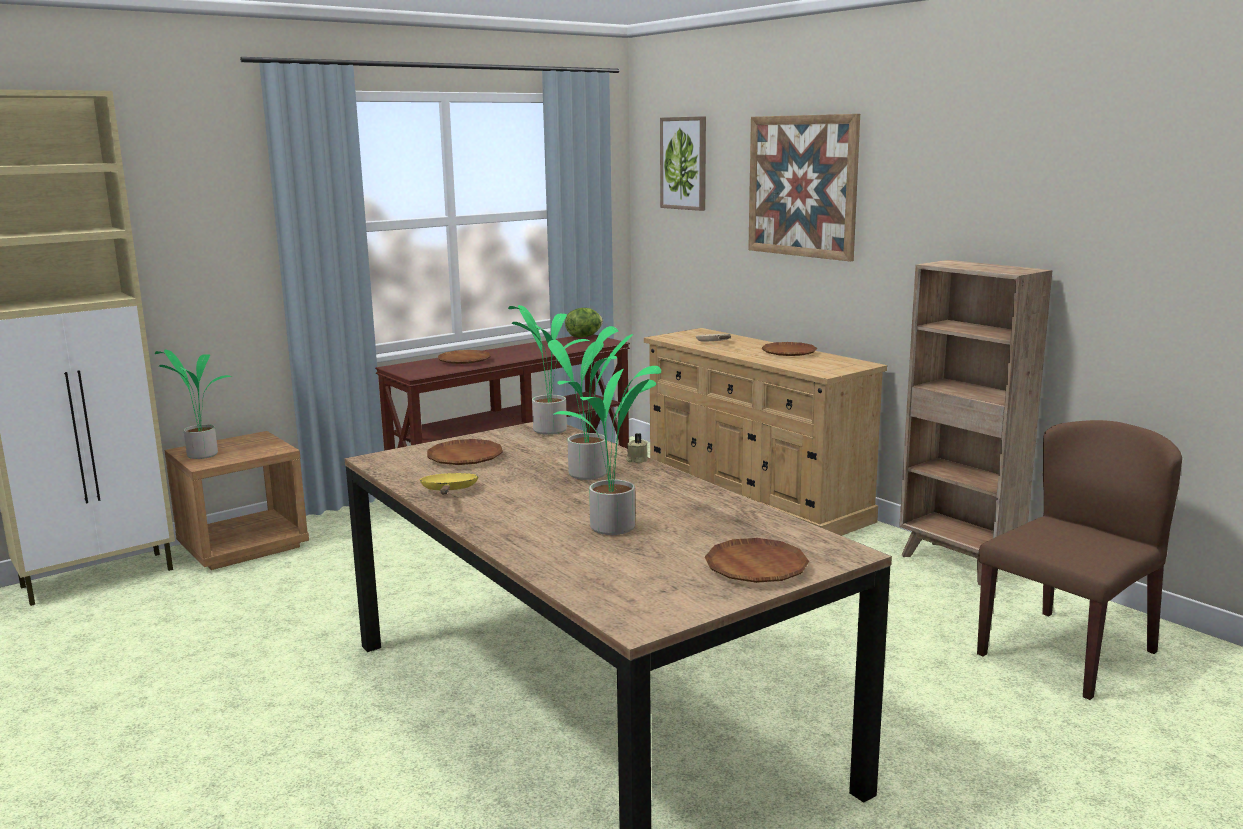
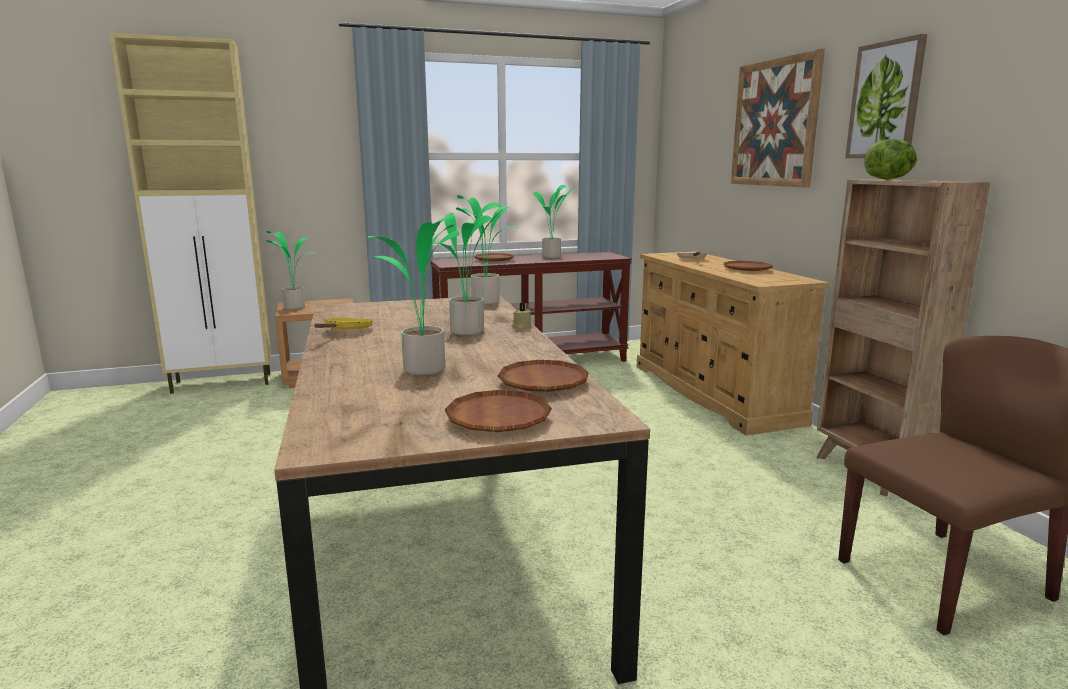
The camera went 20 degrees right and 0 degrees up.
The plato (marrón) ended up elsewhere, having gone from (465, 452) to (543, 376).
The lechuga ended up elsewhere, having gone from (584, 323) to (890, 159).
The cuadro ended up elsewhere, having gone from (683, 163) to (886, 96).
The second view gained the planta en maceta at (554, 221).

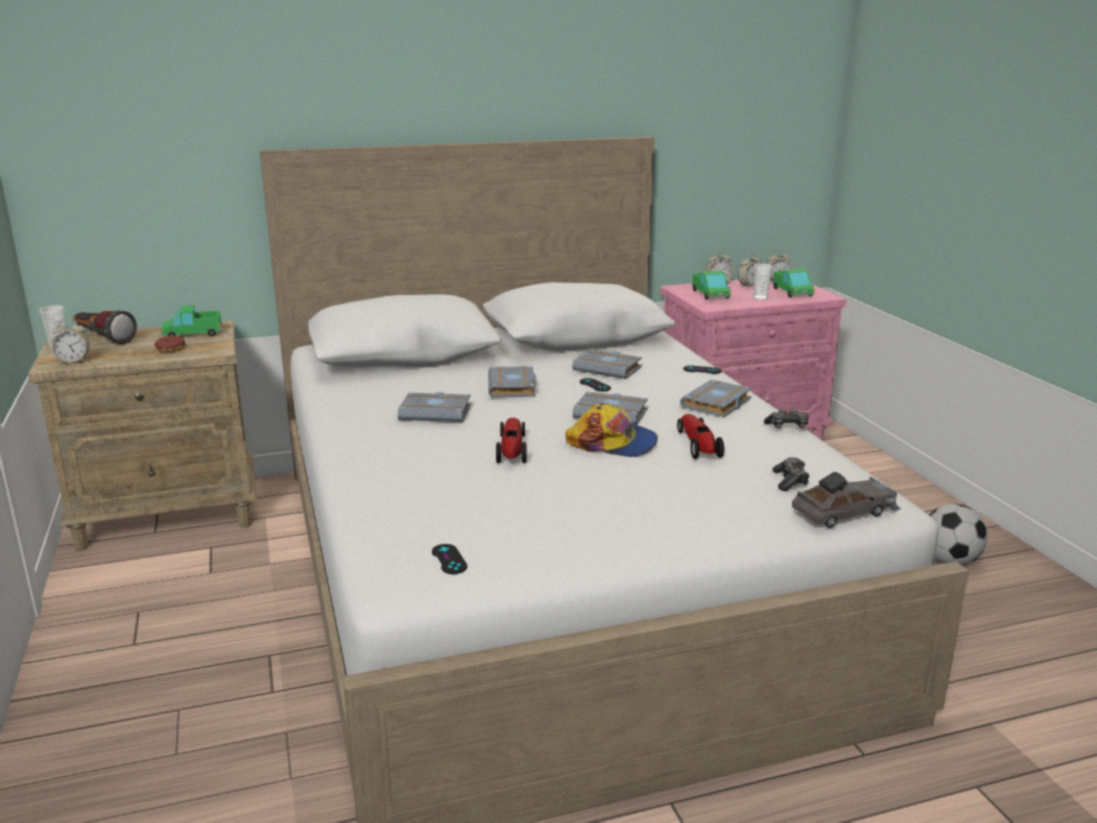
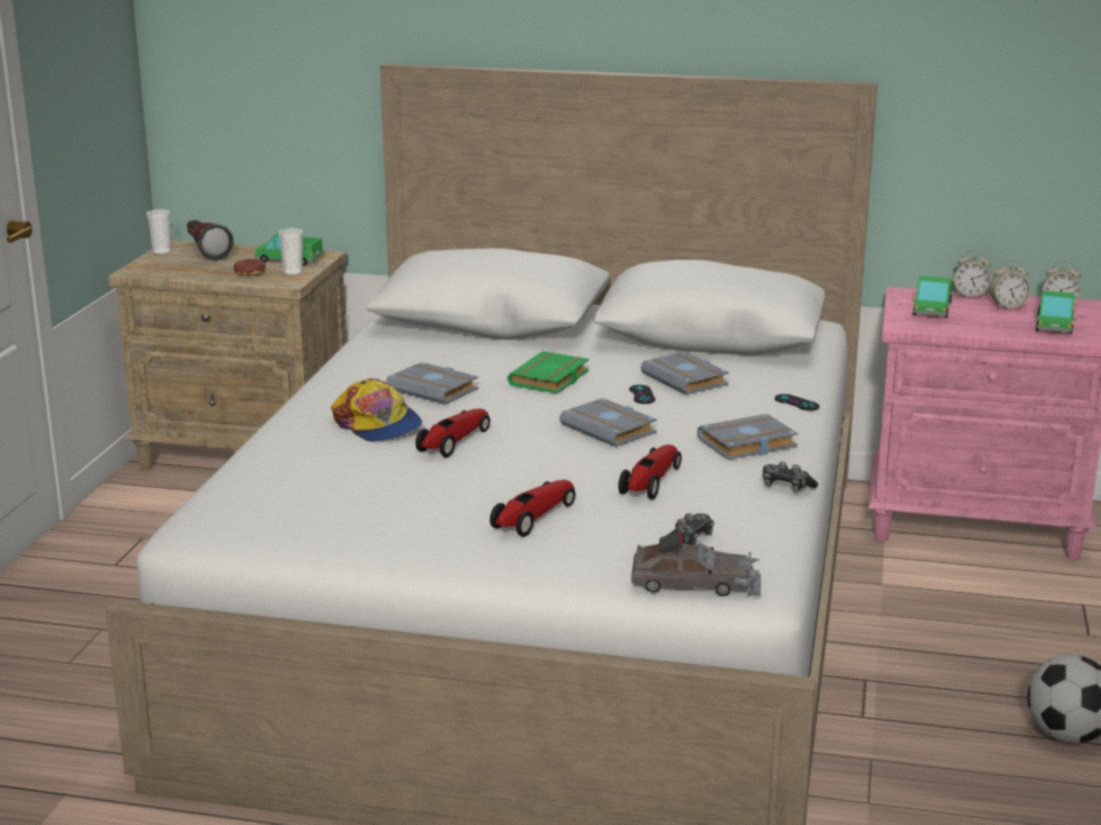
The camera went 30 degrees right and 0 degrees up.
The second view lost the despertador at (70, 341).
The second view lost the mando de consola (negro) at (449, 559).
What was the libro (gris) at (512, 382) turned into the libro (verde) at (548, 372).
The gorra ended up elsewhere, having gone from (611, 430) to (376, 410).
The taza ended up elsewhere, having gone from (763, 282) to (290, 251).
The second view gained the coche de juguete at (532, 508).

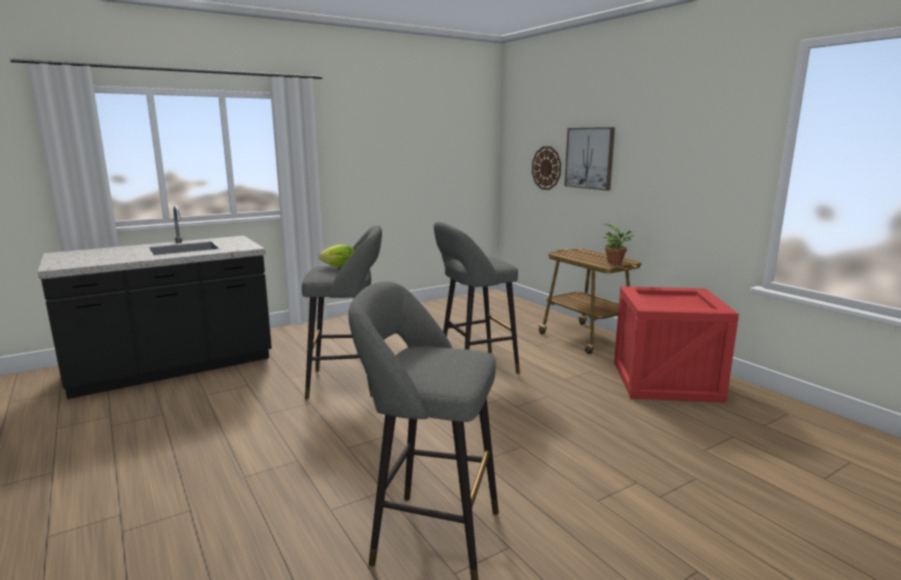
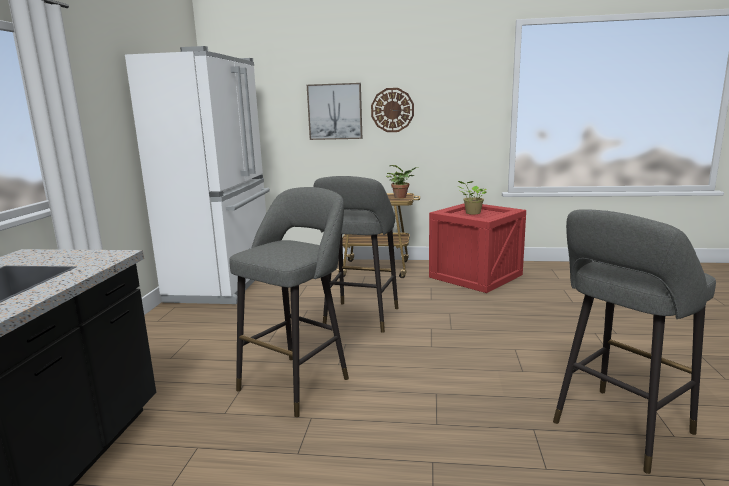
The camera went 50 degrees left and 0 degrees up.
The second view lost the lechuga at (337, 255).
The reloj de pared ended up elsewhere, having gone from (546, 168) to (392, 110).
The second view gained the nevera (blanco) at (197, 175).
The second view gained the planta en maceta at (472, 198).

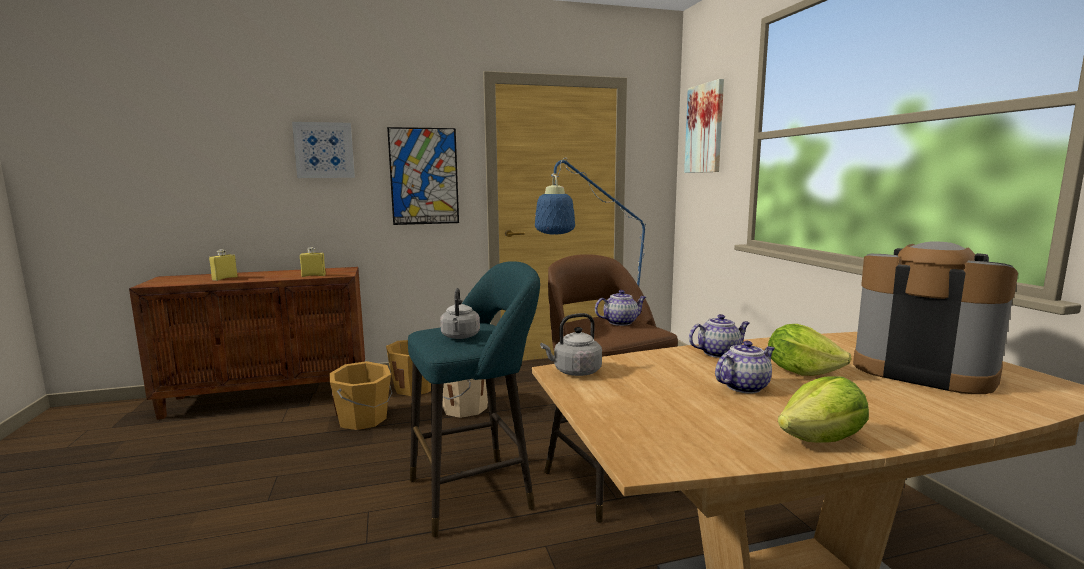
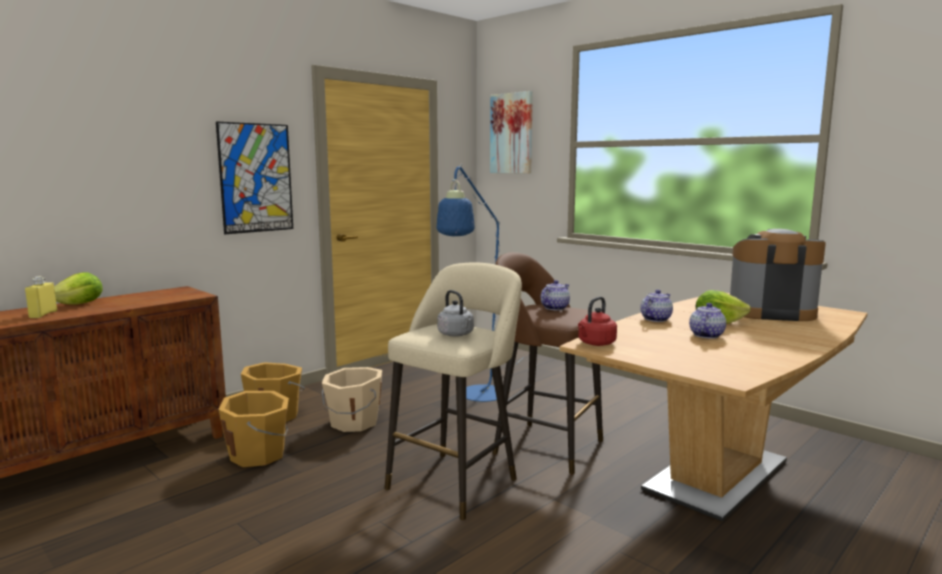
The camera went 30 degrees left and 0 degrees up.
The second view lost the cuadro at (323, 150).
The second view lost the botella (amarillo) at (313, 262).
What was the taburete (turquesa) at (474, 399) turned into the taburete (beis) at (453, 391).
What was the hervidor (gris) at (571, 344) turned into the hervidor (rojo) at (597, 321).
The lechuga ended up elsewhere, having gone from (823, 409) to (78, 288).

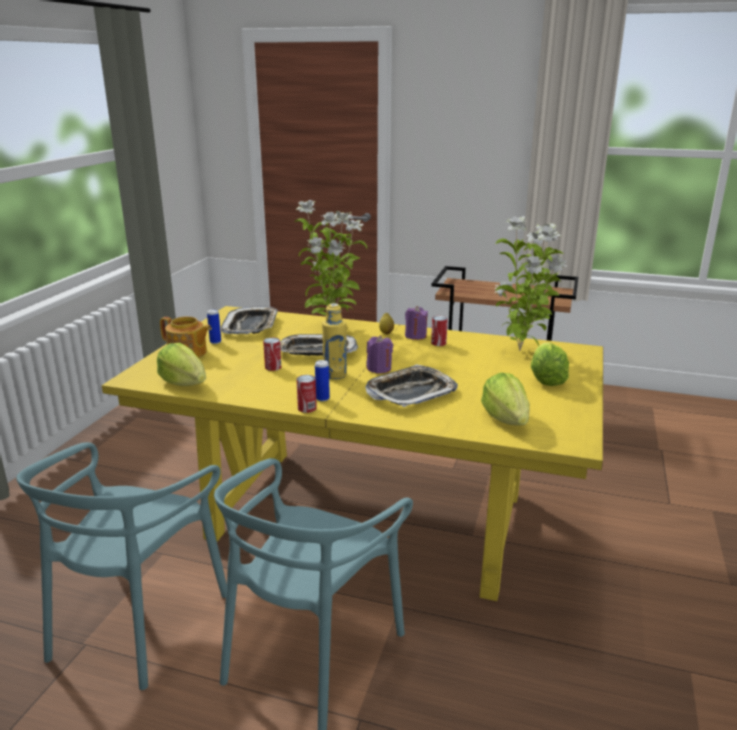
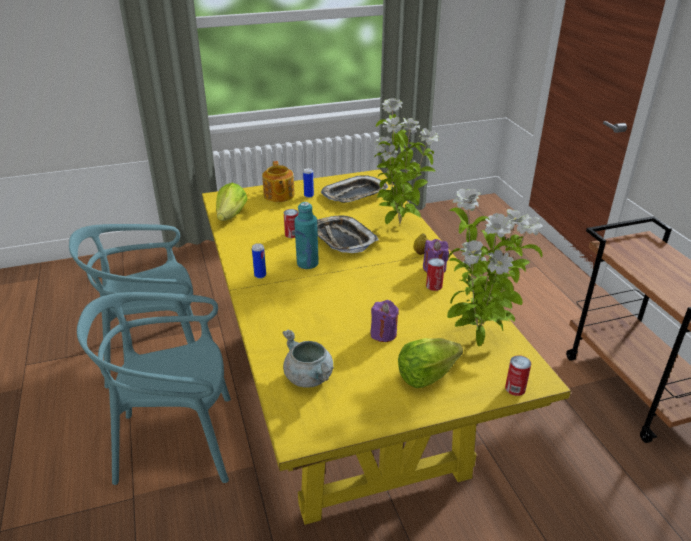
The camera went 55 degrees right and 10 degrees up.
The lata ended up elsewhere, having gone from (307, 394) to (518, 375).
What was the botella (amarillo) at (334, 341) turned into the botella (turquesa) at (306, 235).
The second view lost the bandeja at (411, 385).
The vela (morado) ended up elsewhere, having gone from (379, 354) to (384, 321).
Where the lechuga stood at (505, 399), the olla (gris) came to stand at (308, 359).

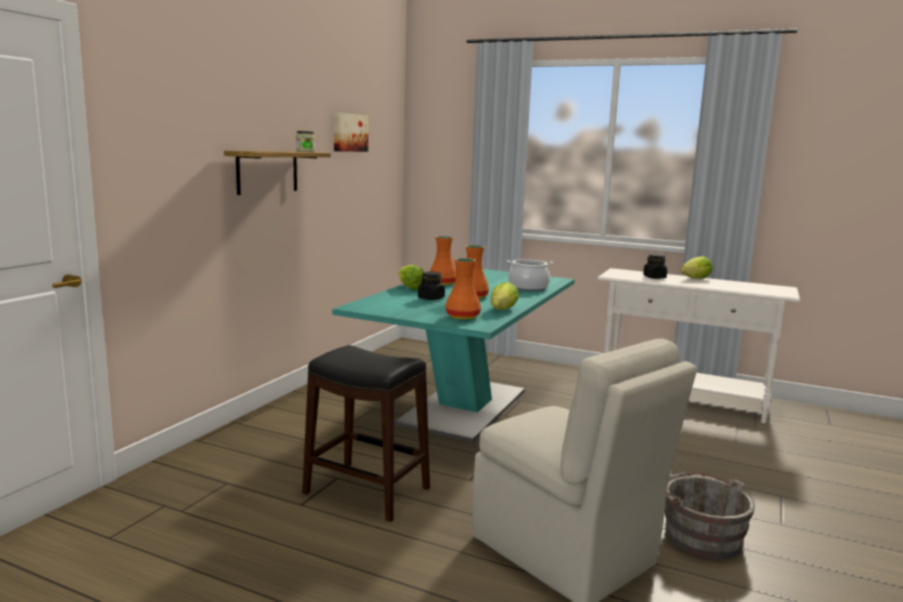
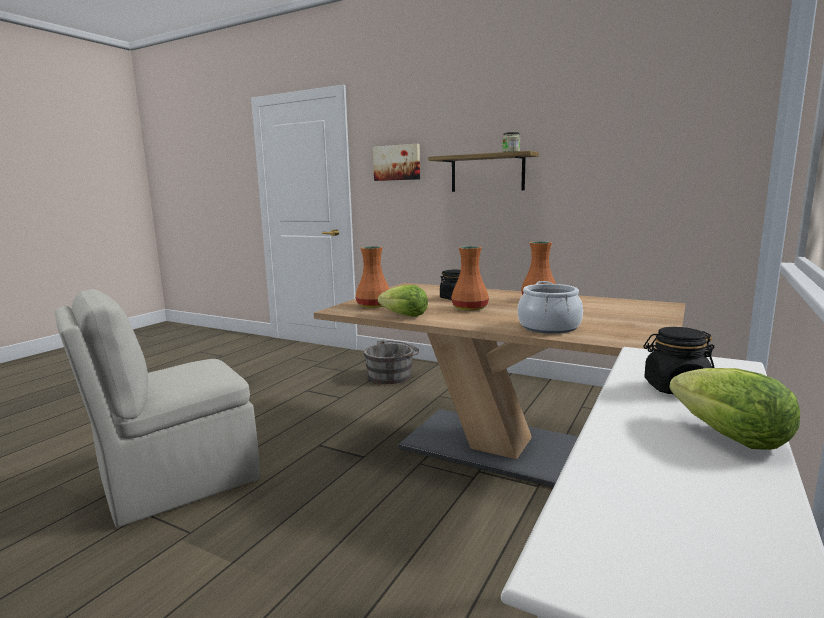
The camera went 95 degrees right and 0 degrees up.
The second view lost the taburete (negro) at (366, 433).
What was the mesa de comedor (turquesa) at (453, 354) turned into the mesa de comedor (marrón) at (499, 385).
The cuadro ended up elsewhere, having gone from (351, 132) to (396, 162).
The second view lost the lechuga at (411, 277).
The cubo (gris) ended up elsewhere, having gone from (710, 515) to (391, 362).

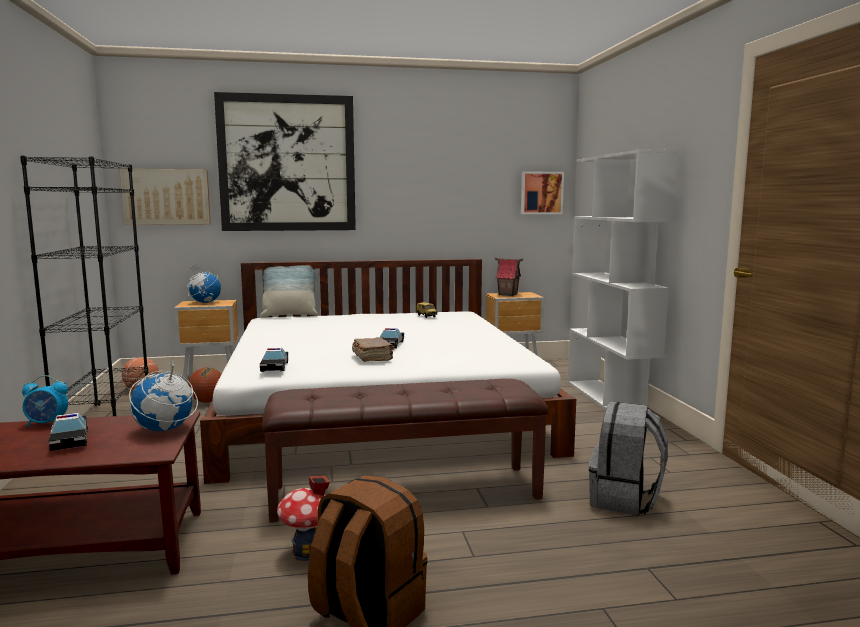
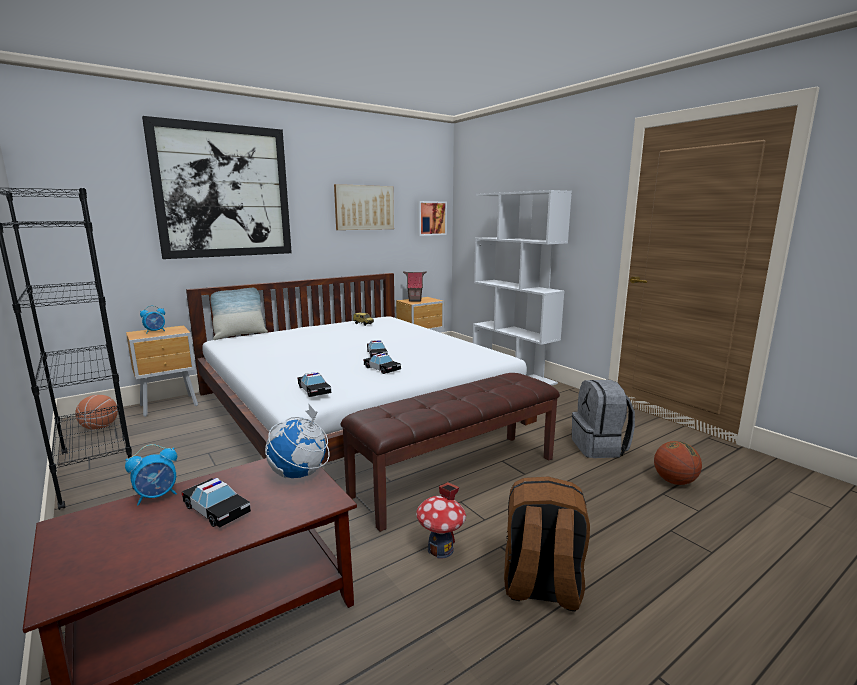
The camera went 25 degrees left and 5 degrees up.
The cuadro ended up elsewhere, having gone from (165, 197) to (364, 207).
Where the globo terráqueo stood at (204, 283), the despertador came to stand at (152, 319).
The balón de baloncesto ended up elsewhere, having gone from (204, 385) to (678, 463).
Where the libro (marrón) stood at (373, 349), the coche de juguete came to stand at (382, 363).

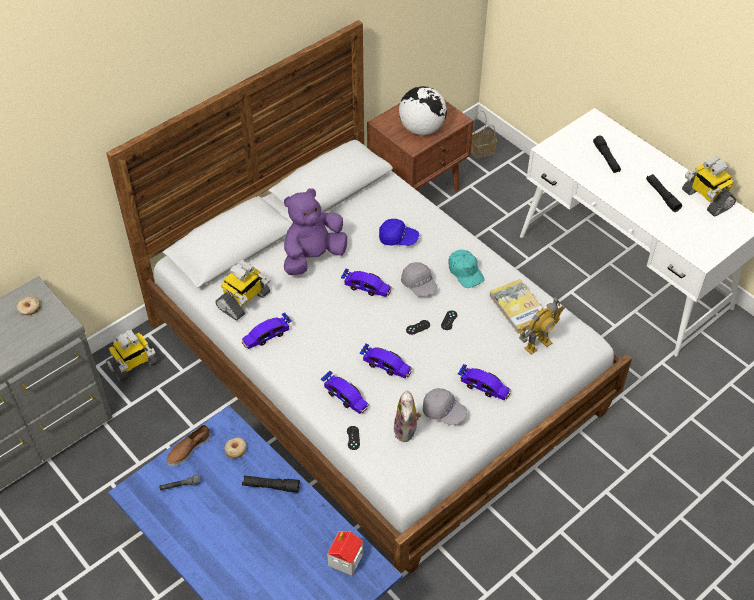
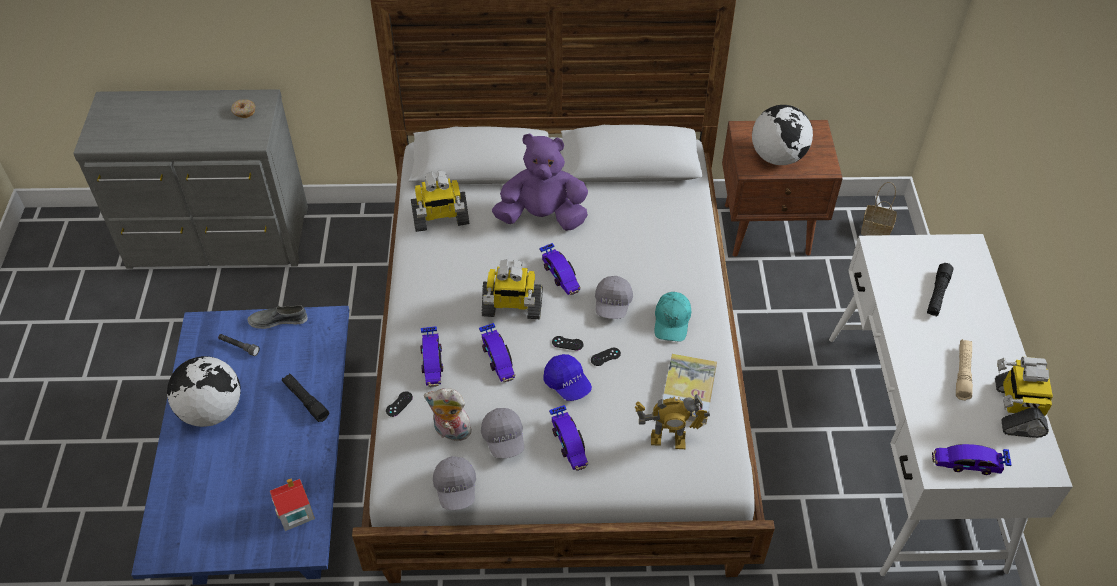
The camera went 40 degrees right and 0 degrees up.
The robot de juguete ended up elsewhere, having gone from (132, 356) to (512, 289).
What was the zapato (marrón) at (189, 445) turned into the zapato (gris) at (278, 317).
The second view lost the rosquilla at (235, 448).
The coche de juguete ended up elsewhere, having gone from (267, 331) to (972, 459).
The gorra (azul) ended up elsewhere, having gone from (399, 232) to (567, 377).
The peluche at (407, 416) ended up facing another way, 60 degrees clockwise from before.
What was the linterna (negro) at (664, 193) turned into the linterna (beis) at (964, 369).
The second view gained the globo terráqueo at (204, 391).
The second view gained the gorra (gris) at (454, 483).

